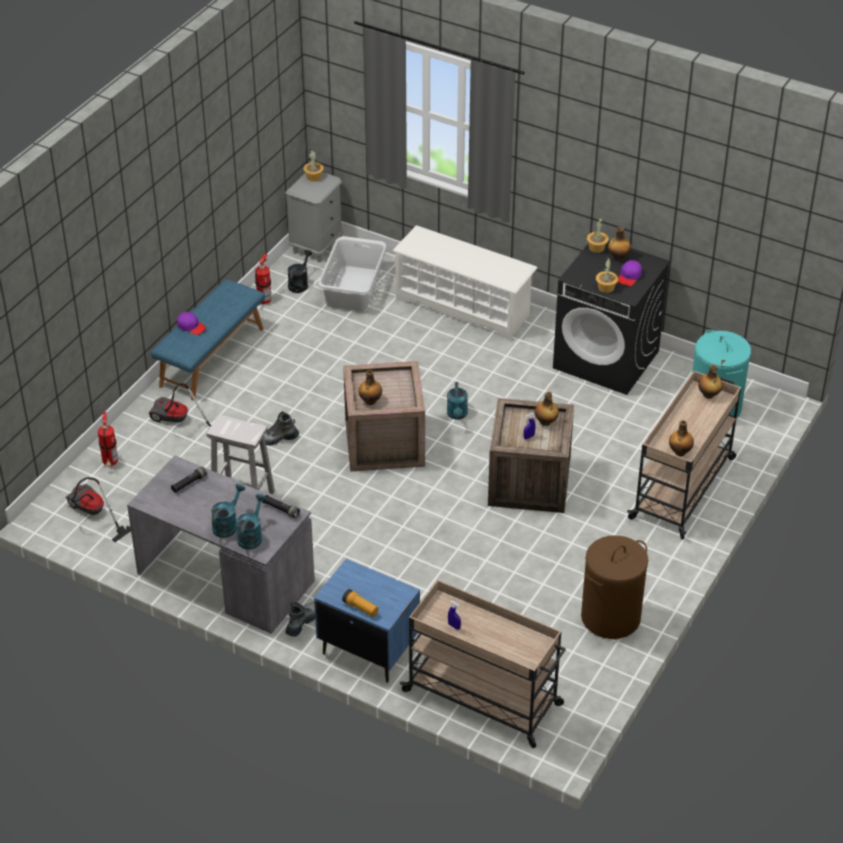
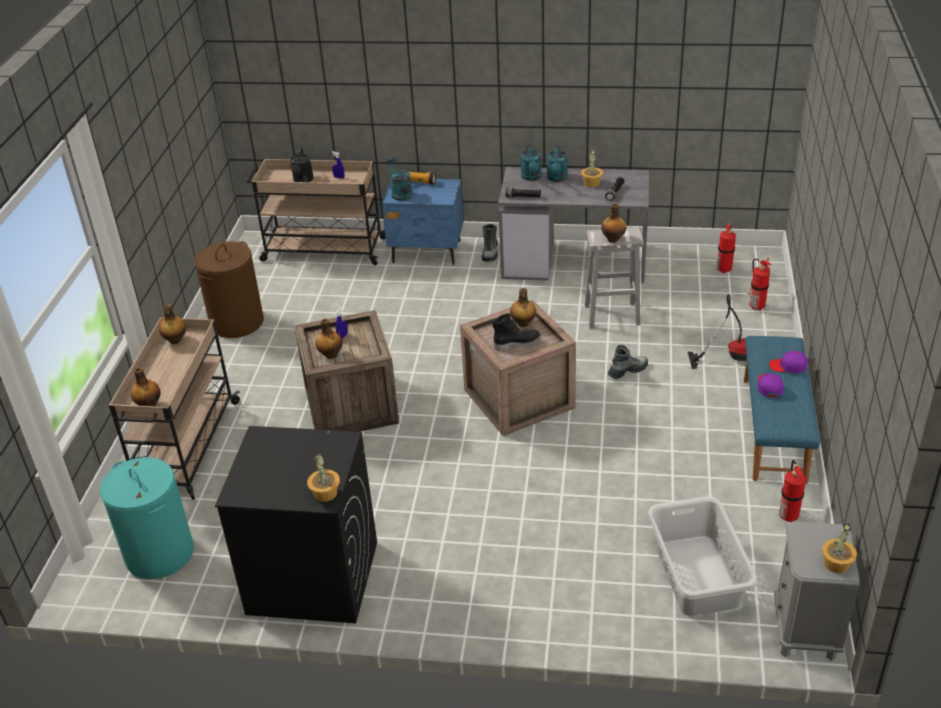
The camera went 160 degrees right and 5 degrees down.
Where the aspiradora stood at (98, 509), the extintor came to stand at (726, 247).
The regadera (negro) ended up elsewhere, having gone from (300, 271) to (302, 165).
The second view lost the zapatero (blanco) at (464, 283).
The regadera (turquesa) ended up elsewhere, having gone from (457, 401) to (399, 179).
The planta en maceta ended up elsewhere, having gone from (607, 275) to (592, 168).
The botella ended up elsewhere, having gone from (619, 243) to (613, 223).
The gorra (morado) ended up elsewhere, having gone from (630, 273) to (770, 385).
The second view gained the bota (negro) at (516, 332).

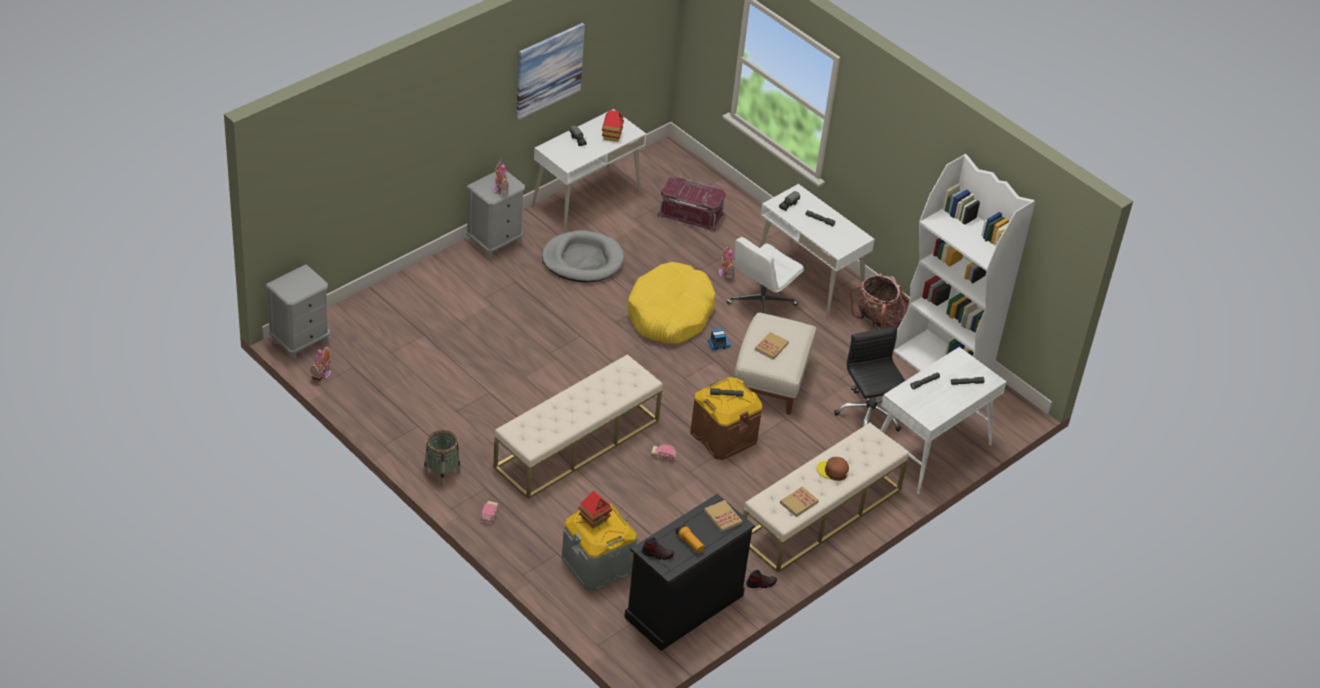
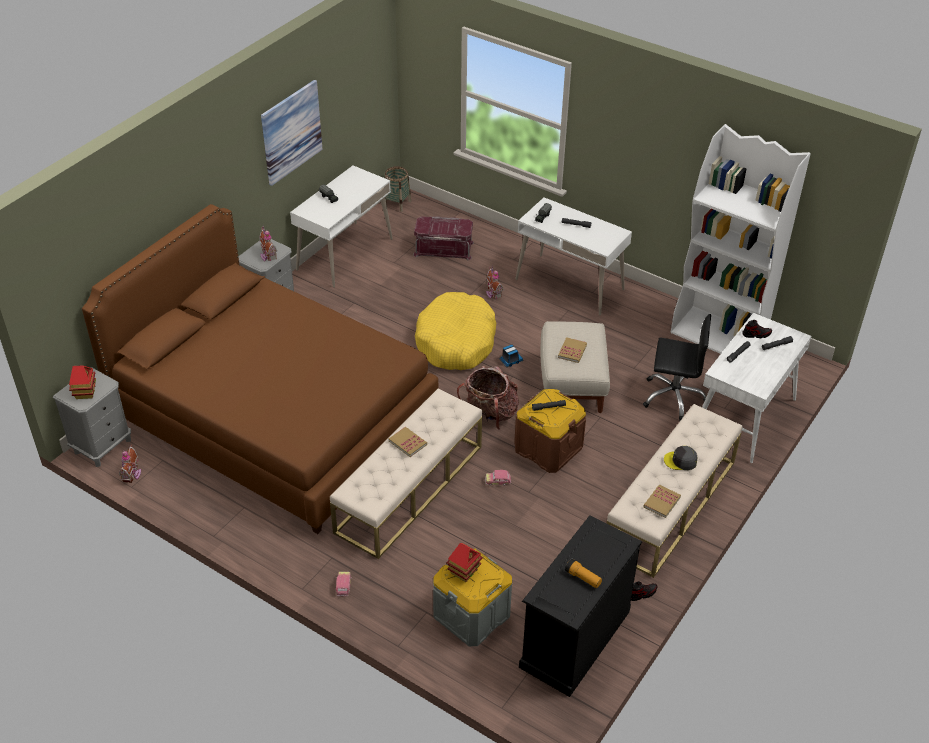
The camera went 10 degrees left and 0 degrees up.
The cesta ended up elsewhere, having gone from (442, 458) to (398, 189).
The second view lost the cama para perro (gris) at (583, 256).
The casita ended up elsewhere, having gone from (613, 126) to (82, 382).
The zapato ended up elsewhere, having gone from (658, 549) to (757, 329).
The libro ended up elsewhere, having gone from (723, 516) to (408, 442).
The second view lost the silla de oficina (blanco) at (765, 275).
What was the gorra (marrón) at (833, 469) turned into the gorra (gris) at (680, 458).
The silla de oficina (negro) at (869, 379) ended up facing another way, 135 degrees clockwise from before.
The mochila ended up elsewhere, having gone from (879, 301) to (488, 398).
The second view gained the cama (marrón) at (260, 369).

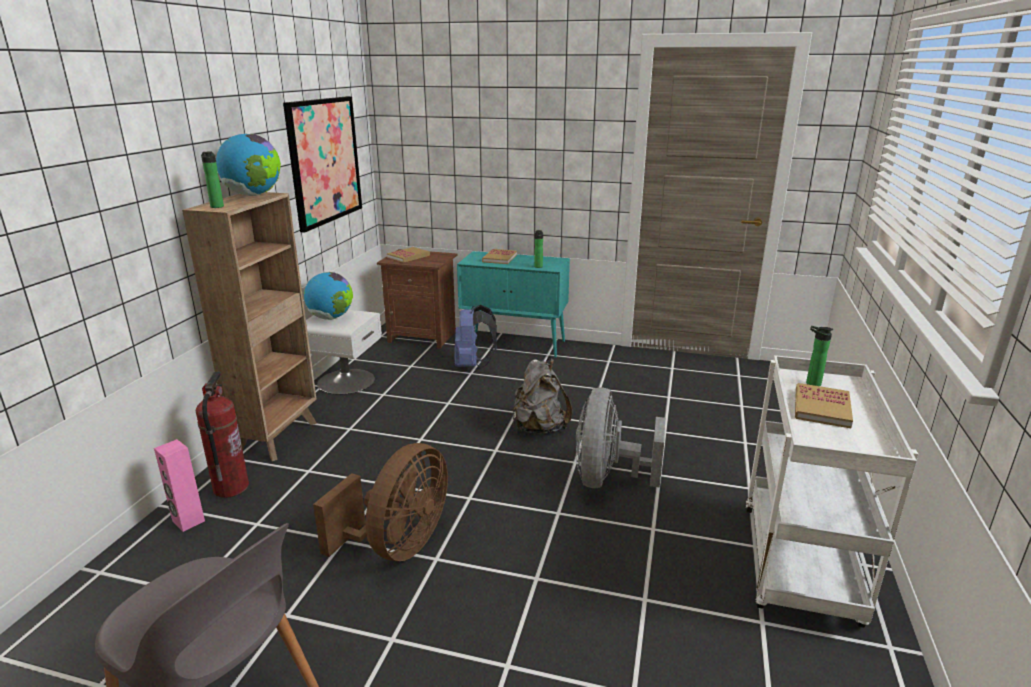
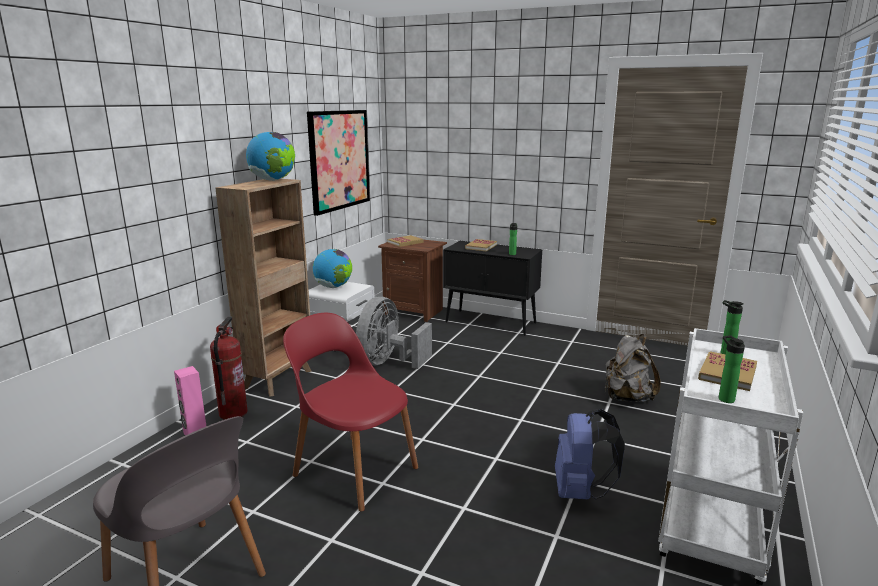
The camera went 10 degrees right and 5 degrees down.
The botella ended up elsewhere, having gone from (212, 179) to (731, 369).
Where the ventilador (marrón) stood at (380, 502), the silla (rojo) came to stand at (350, 412).
The mochila (azul) ended up elsewhere, having gone from (475, 336) to (590, 454).
What was the armario (turquesa) at (513, 304) turned into the armario (negro) at (492, 288).
The mochila (gris) ended up elsewhere, having gone from (542, 395) to (633, 368).
The ventilador (gris) ended up elsewhere, having gone from (620, 438) to (394, 333).

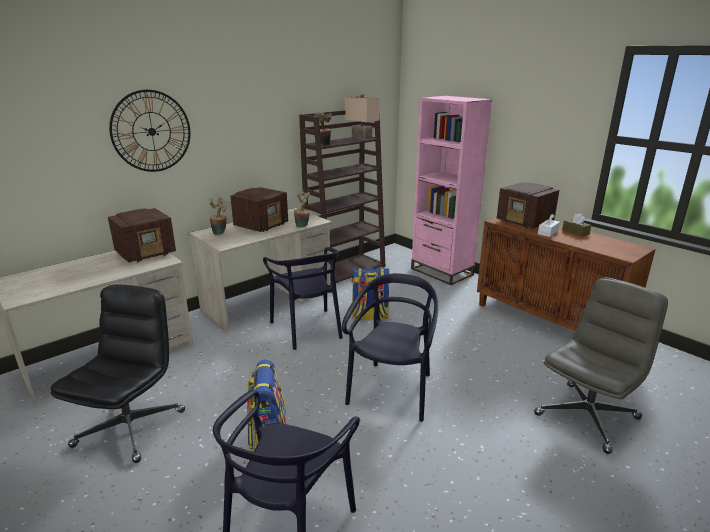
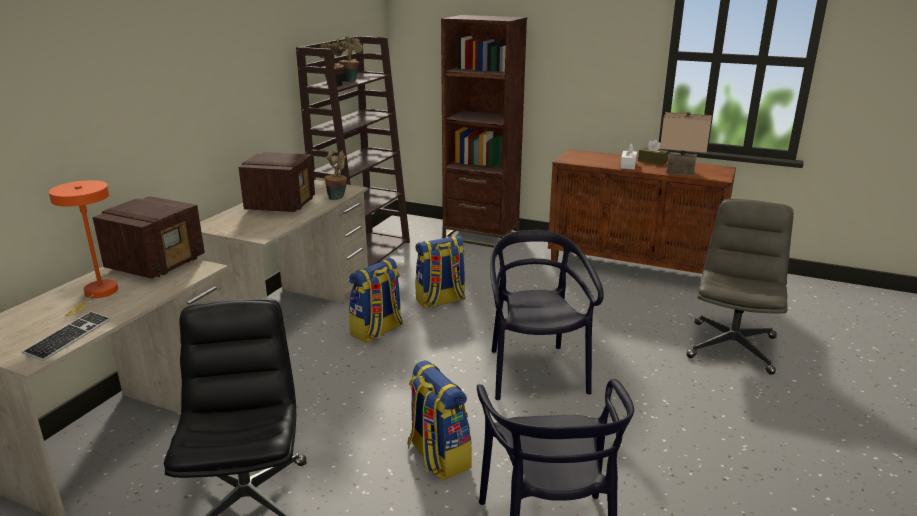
The camera went 25 degrees left and 0 degrees up.
The second view lost the reloj de pared at (150, 131).
The planta en maceta ended up elsewhere, having gone from (218, 215) to (349, 59).
Where the silla (negro) stood at (303, 298), the mochila came to stand at (376, 300).
The lámpara de mesa (beis) ended up elsewhere, having gone from (362, 117) to (686, 144).
What was the estantería (rosa) at (451, 190) turned into the estantería (marrón) at (484, 131).
The second view lost the radio at (528, 205).
The second view gained the teclado at (66, 336).
The second view gained the lámpara de mesa (naranja) at (83, 248).

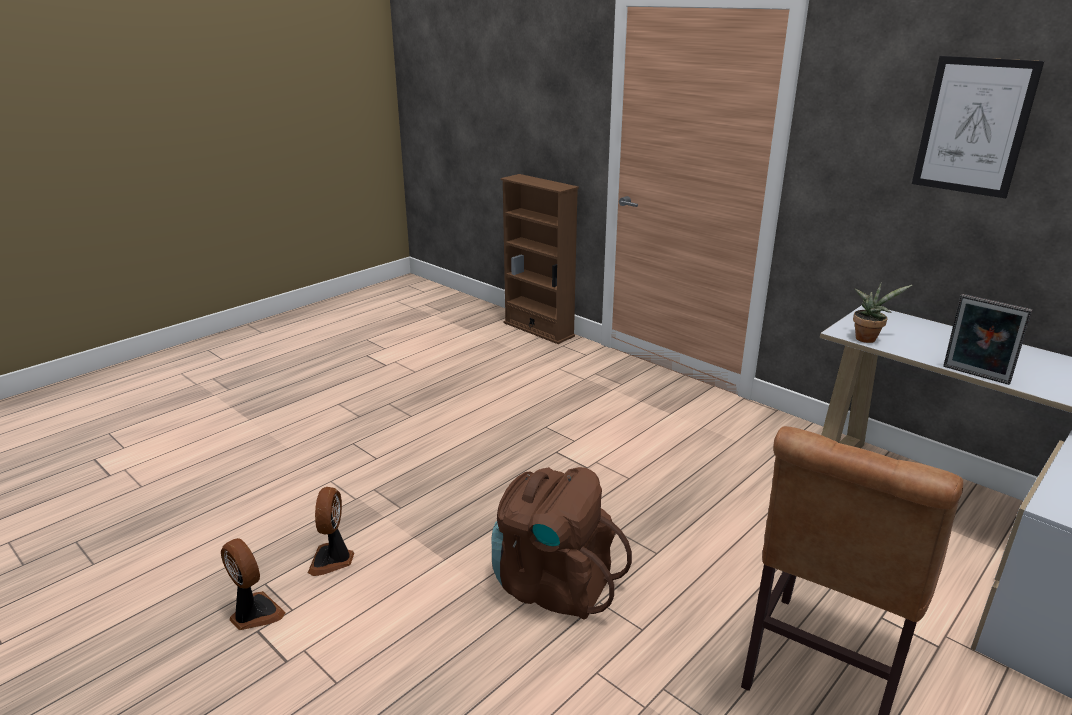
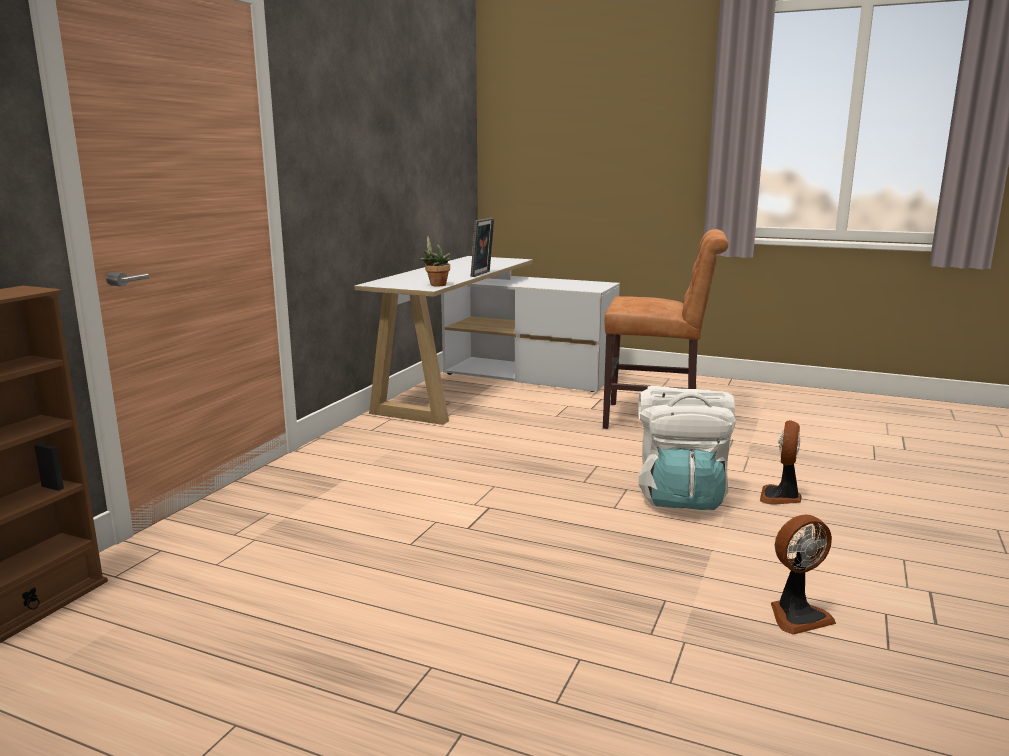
The camera went 110 degrees left and 10 degrees down.
The ventilador ended up elsewhere, having gone from (253, 584) to (780, 462).
What was the mochila (marrón) at (562, 543) turned into the mochila (blanco) at (687, 448).
The second view lost the cuadro at (978, 127).

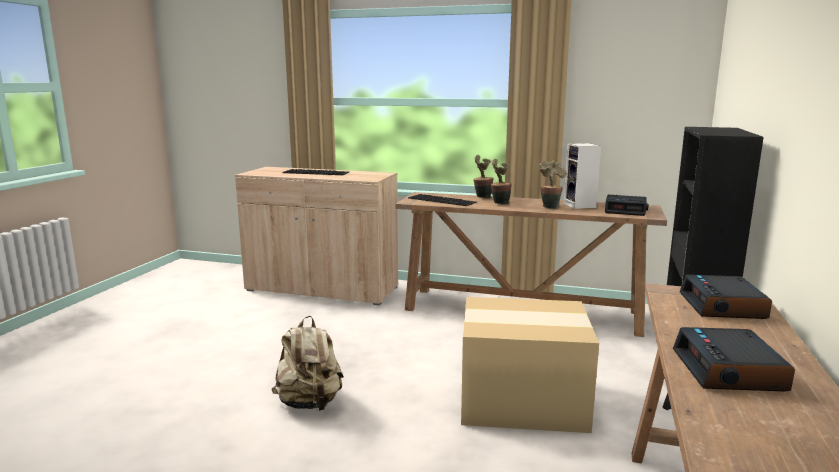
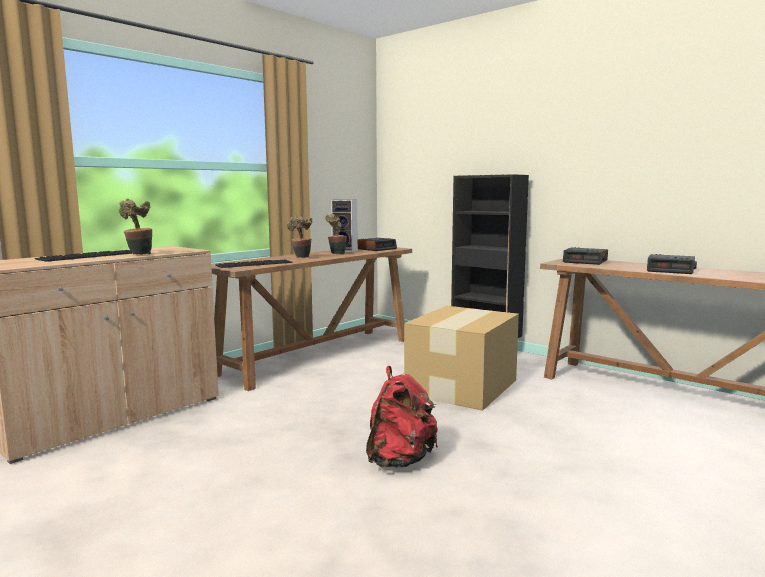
The camera went 65 degrees left and 5 degrees down.
What was the mochila (beis) at (308, 363) turned into the mochila (rojo) at (402, 417).
The planta en maceta ended up elsewhere, having gone from (483, 176) to (135, 227).

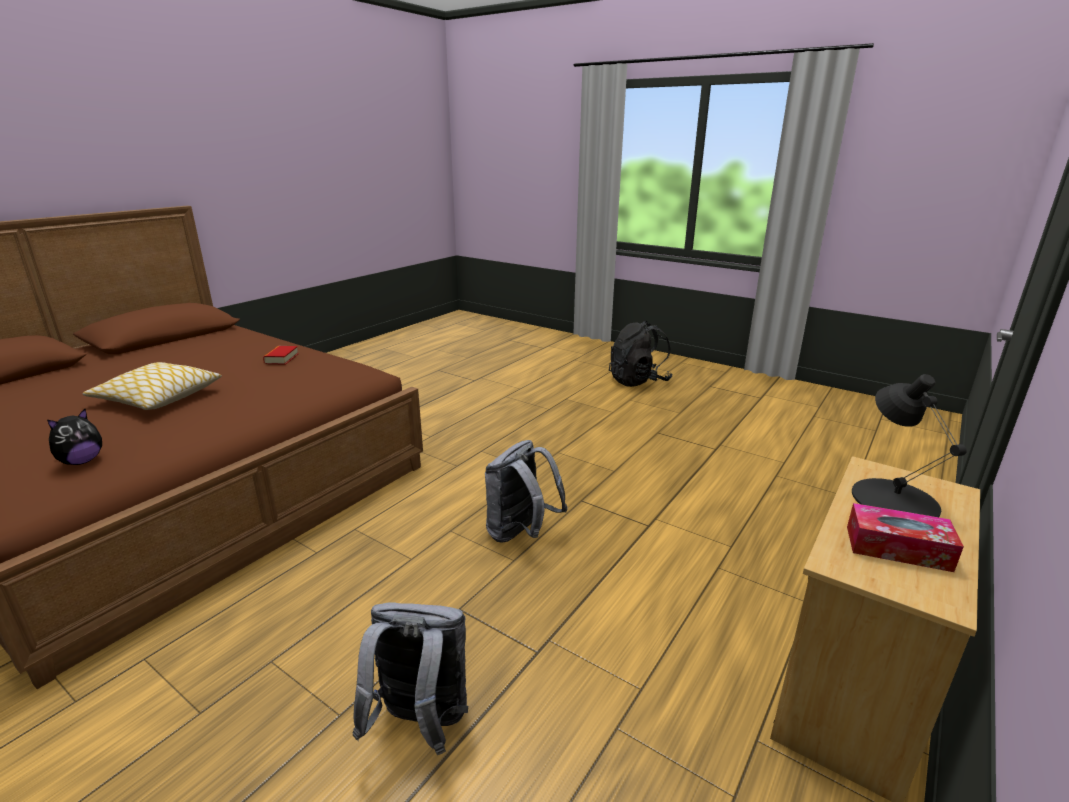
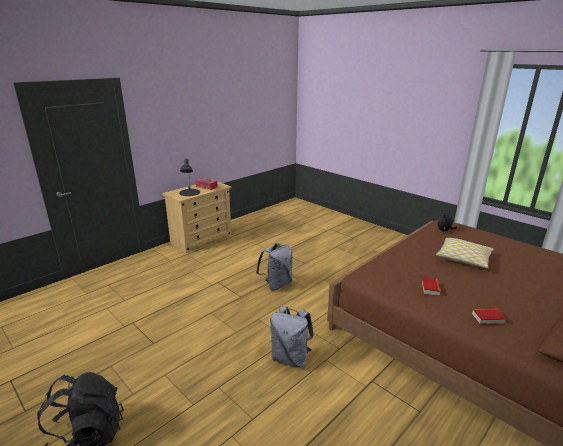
The camera went 170 degrees left and 0 degrees up.
The mochila (gris) ended up elsewhere, having gone from (410, 678) to (292, 337).
The second view gained the libro at (489, 317).

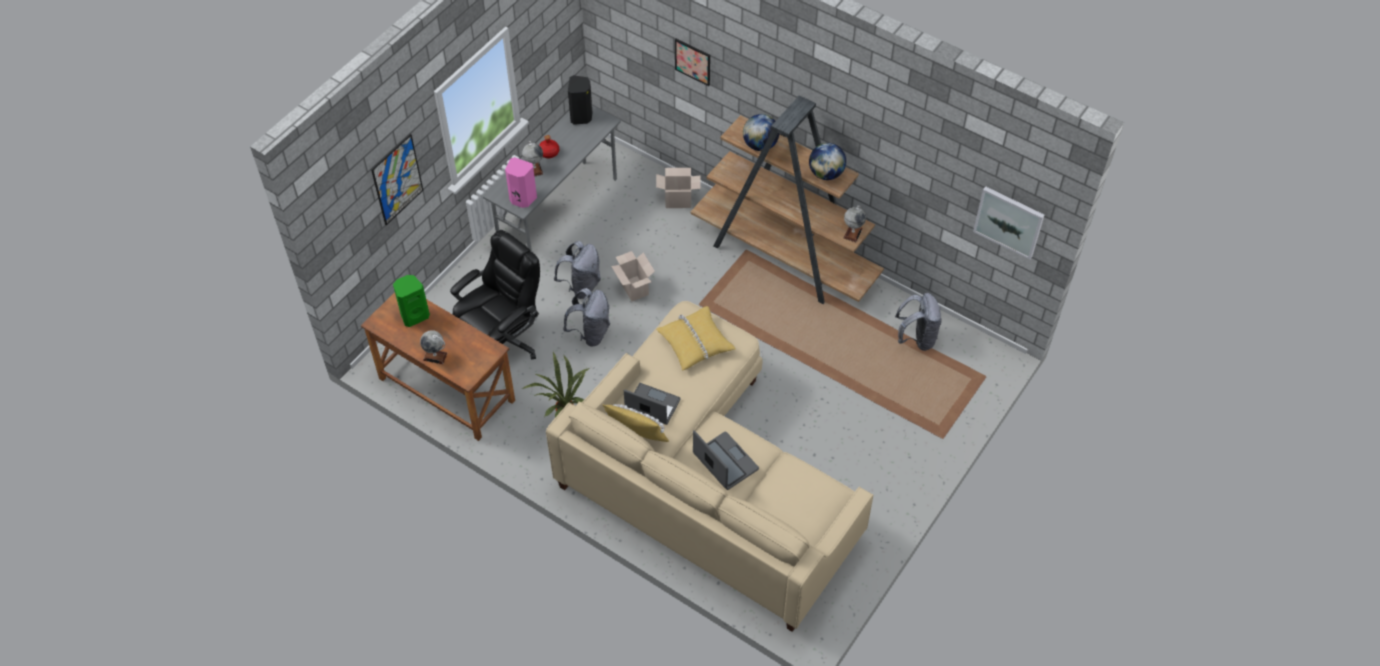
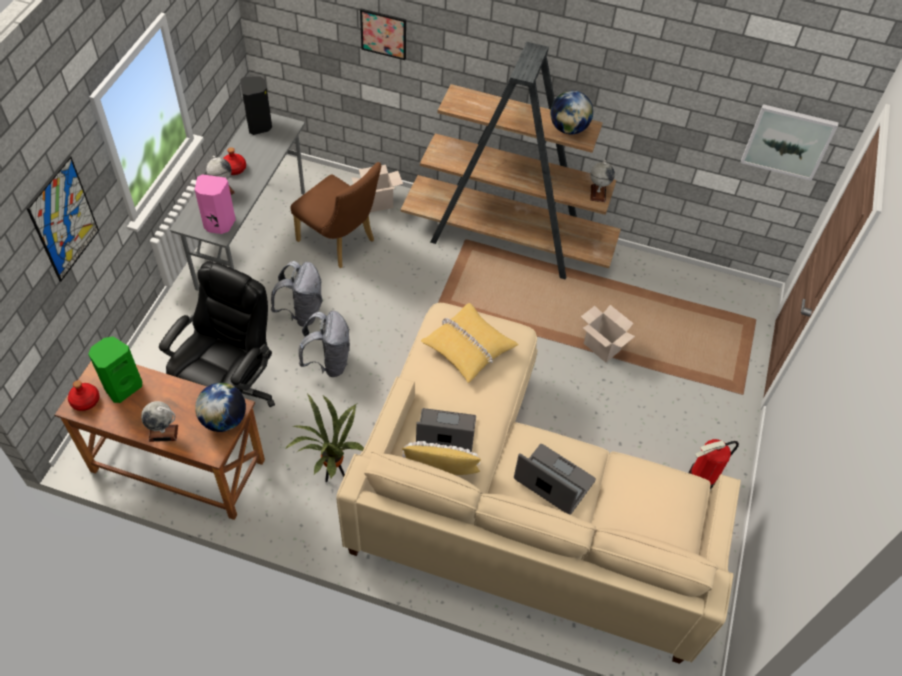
The camera went 20 degrees left and 0 degrees up.
The caja de cartón ended up elsewhere, having gone from (633, 276) to (608, 333).
The globo terráqueo ended up elsewhere, having gone from (761, 132) to (220, 407).
The second view lost the mochila (gris) at (918, 322).
The second view gained the botella (rojo) at (84, 395).
The second view gained the silla (marrón) at (335, 215).
The second view gained the extintor at (714, 464).

